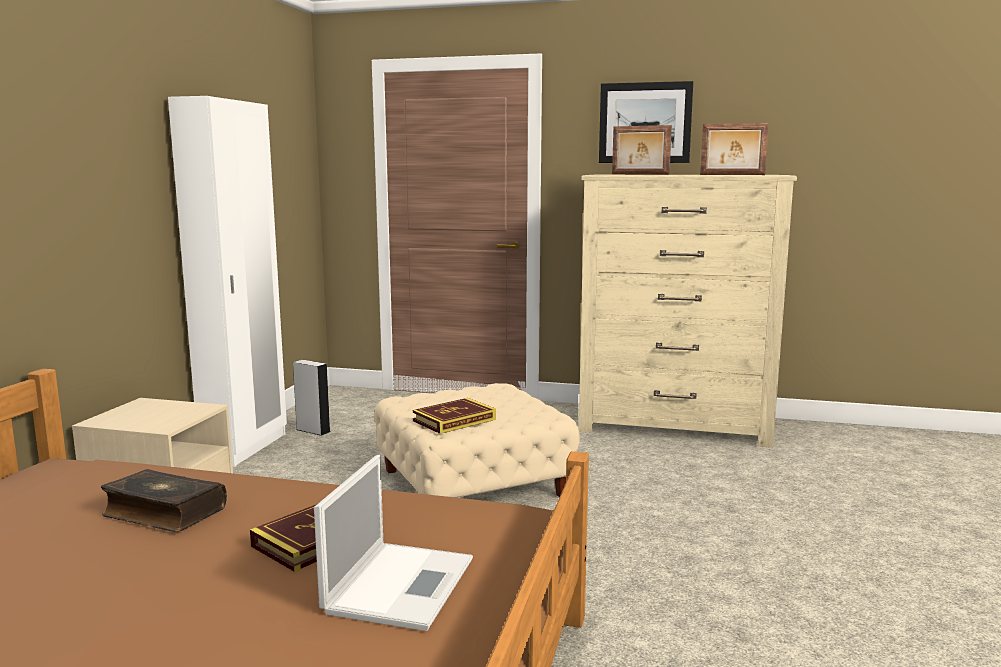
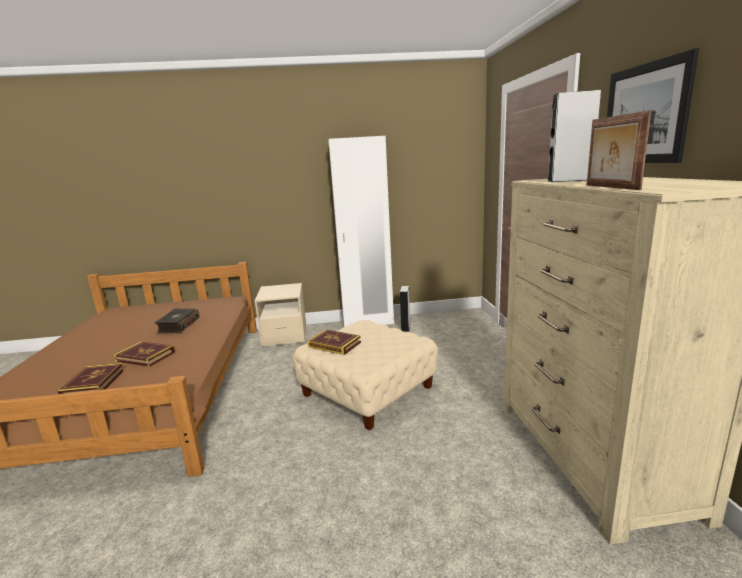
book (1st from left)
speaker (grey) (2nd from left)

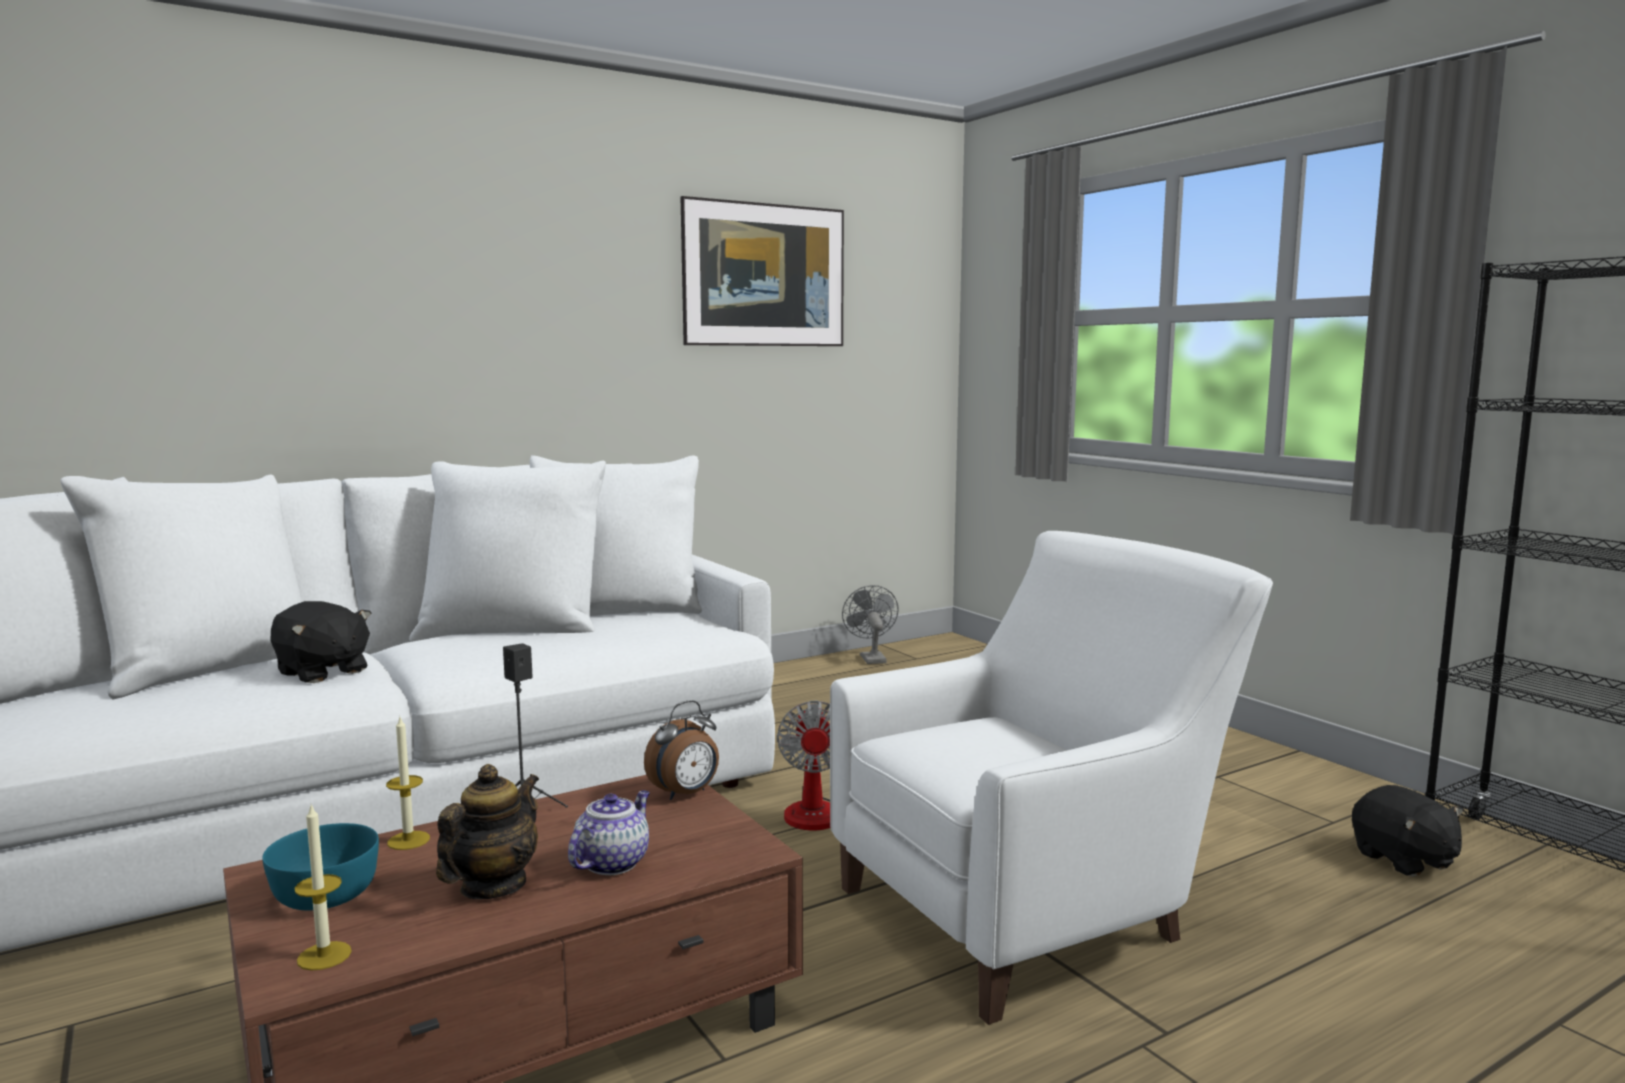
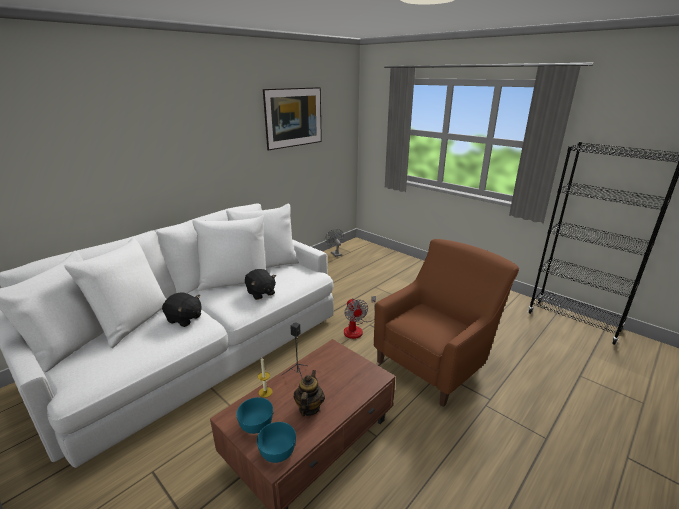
teapot (2nd from left in the first image)
alarm clock
plush toy (black) (2nd from left)
bowl (turquoise) (2nd from left)
armchair (brown)

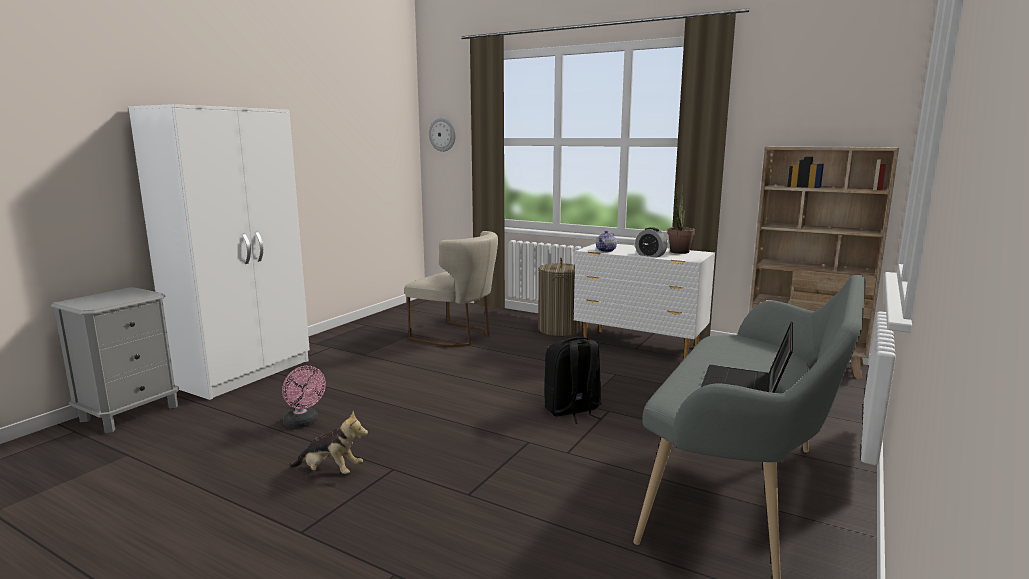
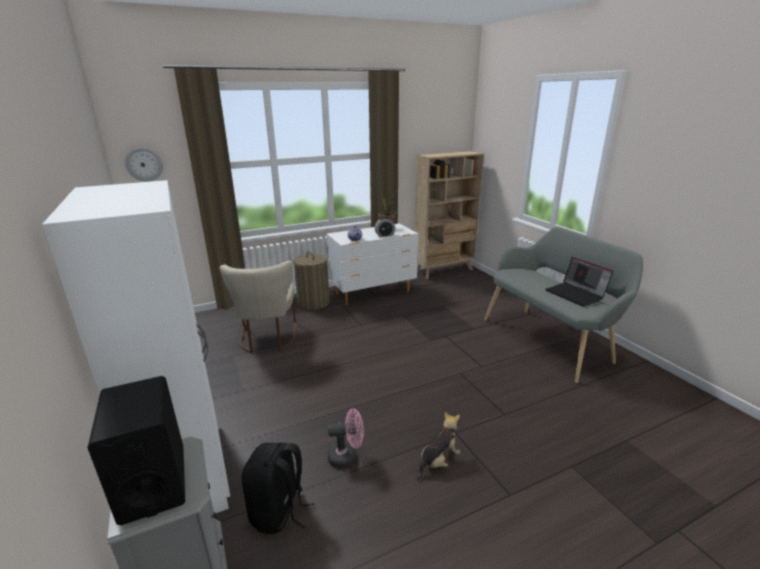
speaker (black)
backpack (black)
chair (beige)

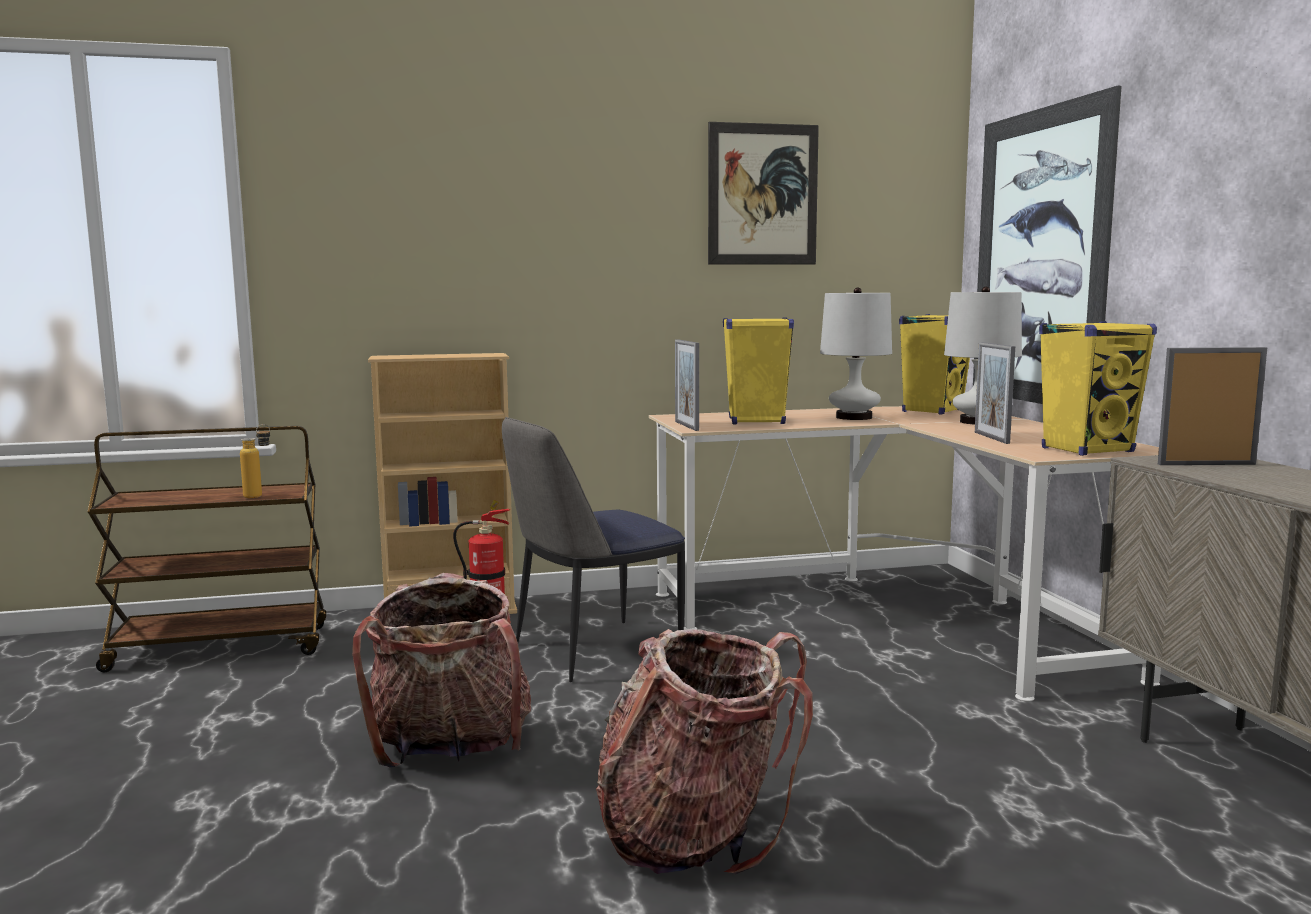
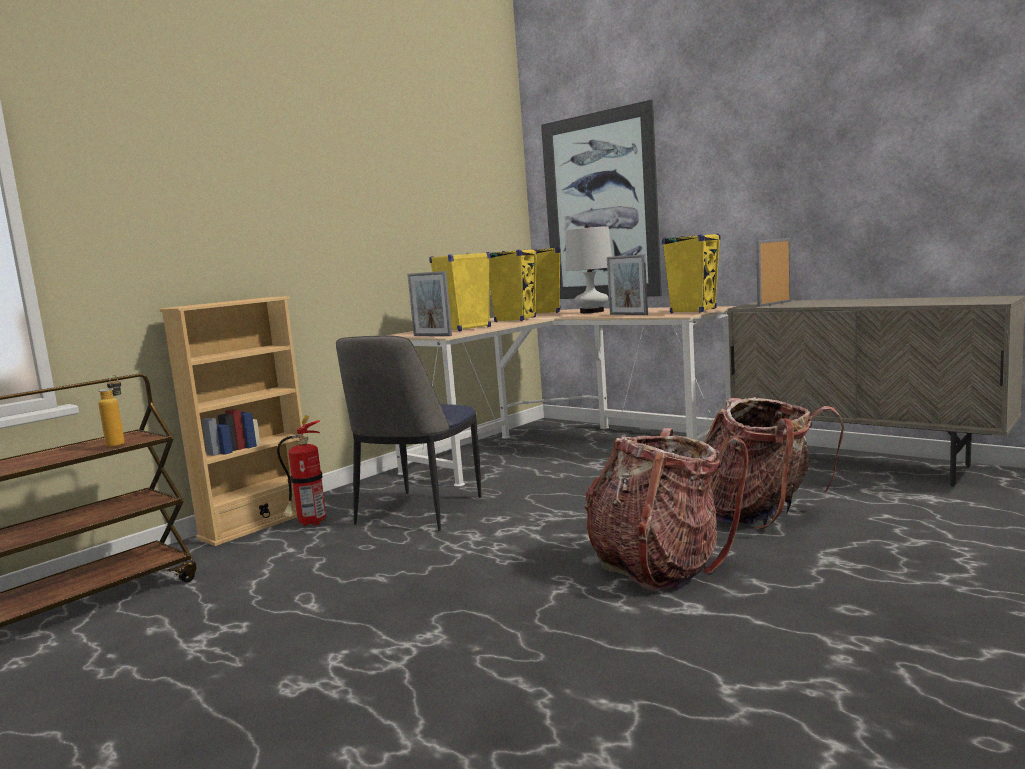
picture (1st from left in the first image)
backpack (2nd from left)
speaker (yellow) (2nd from left)

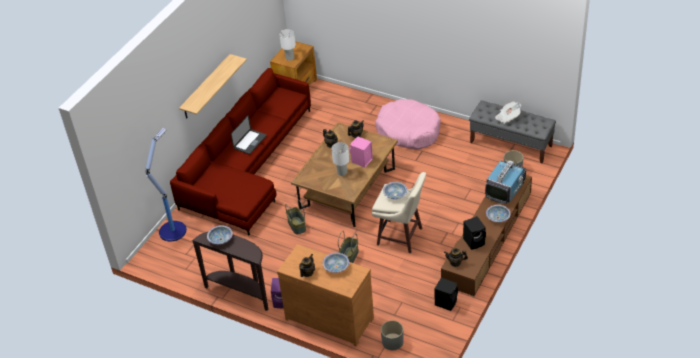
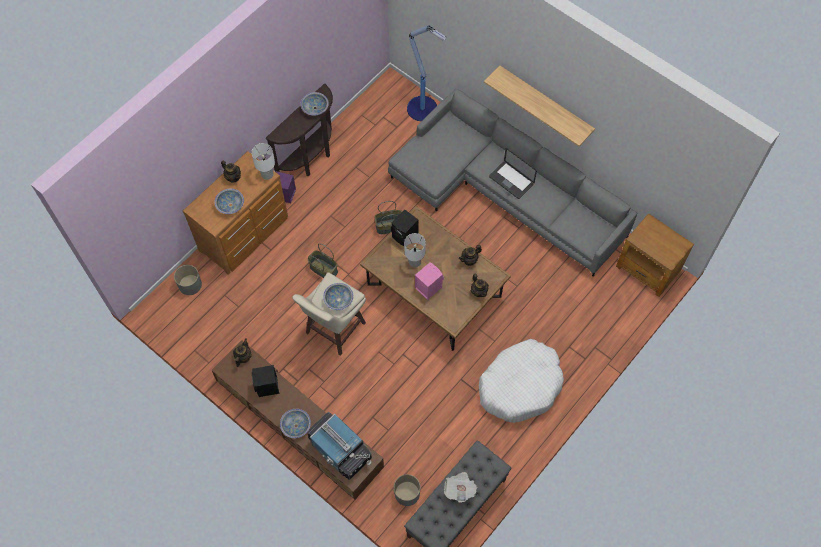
table lamp (white) (1st from left)
speaker (black) (2nd from left)
sofa (grey)
dog bed (white)

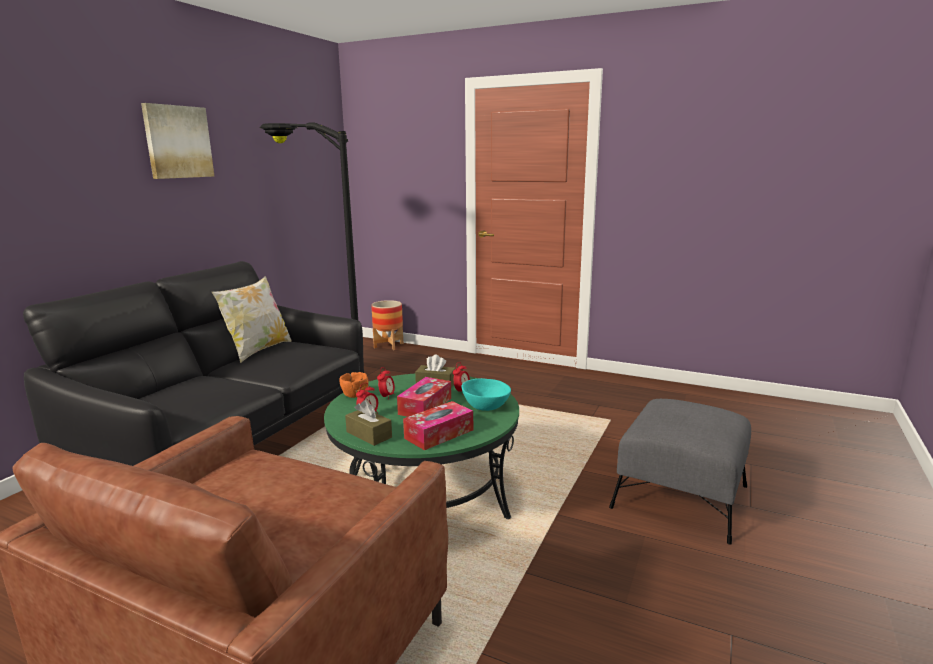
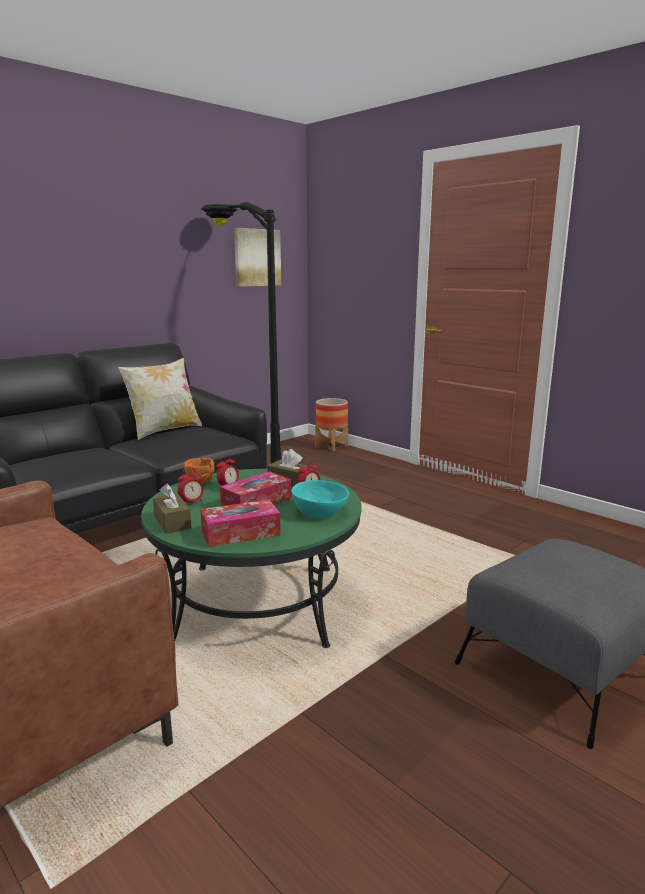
picture

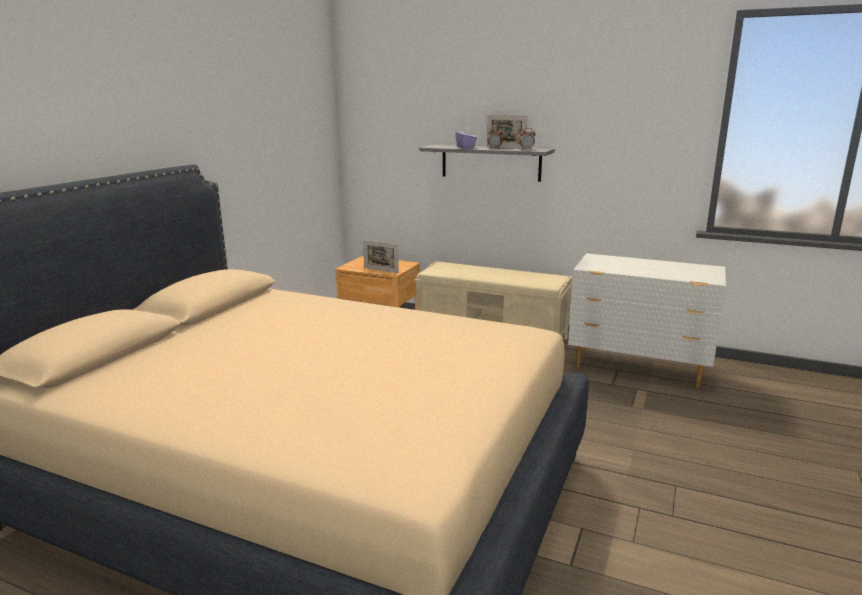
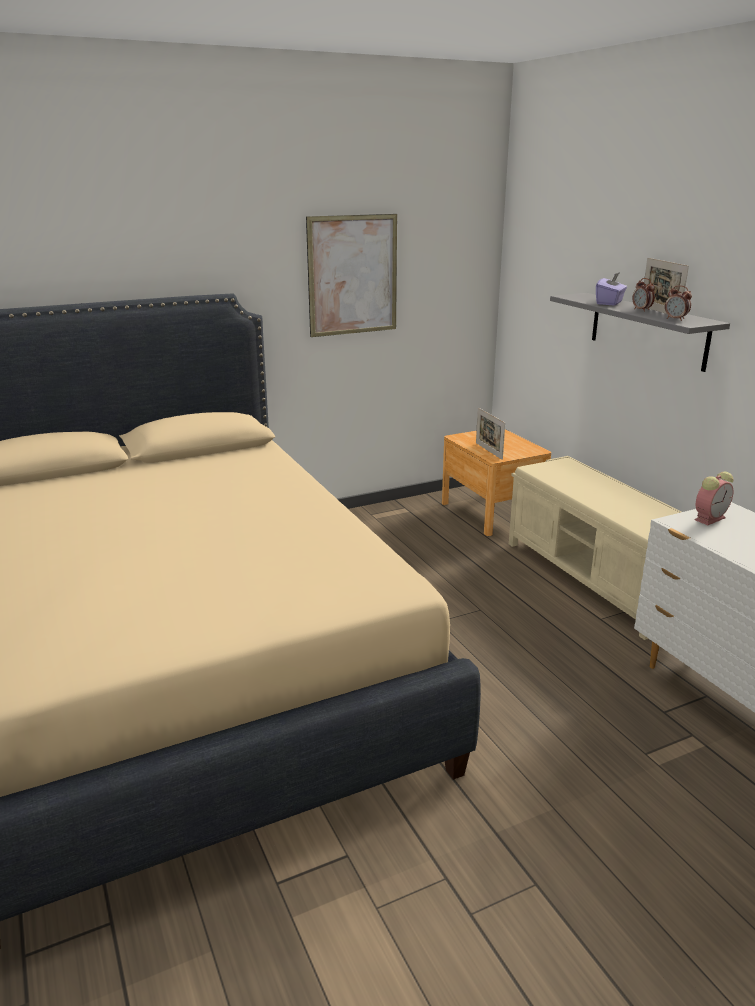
picture
alarm clock (3rd from left)

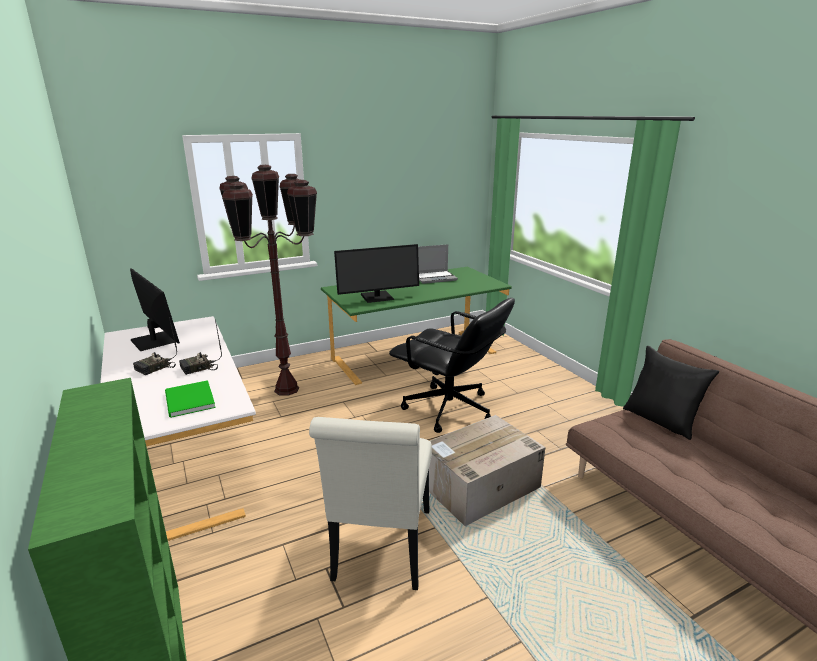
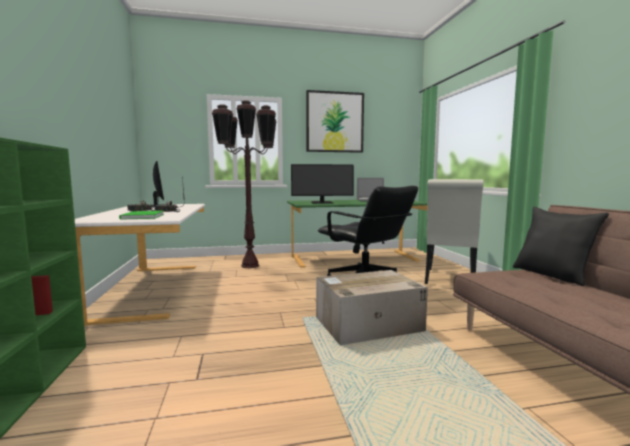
picture
chair (white)

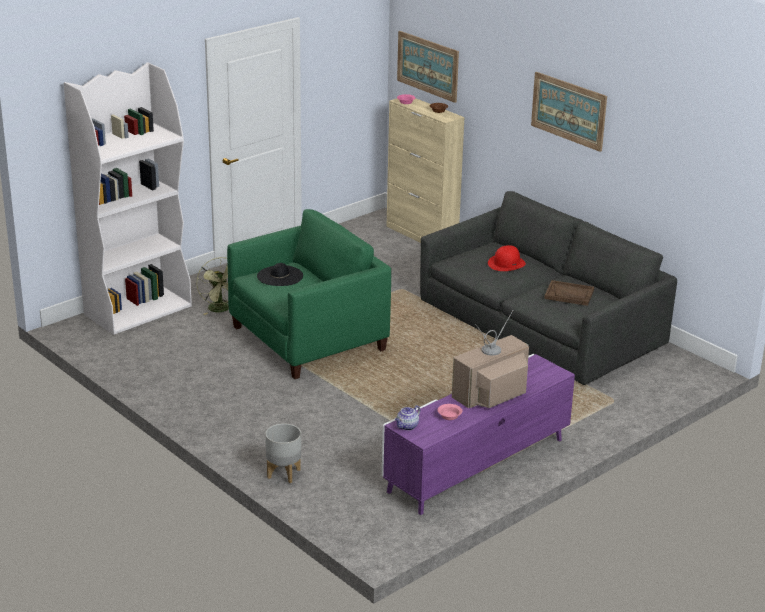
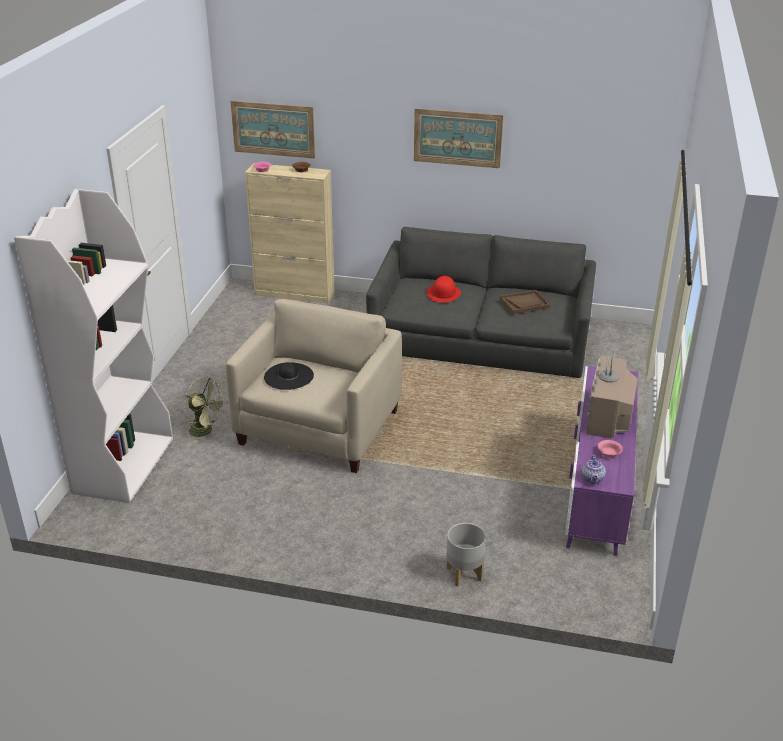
armchair (beige)

